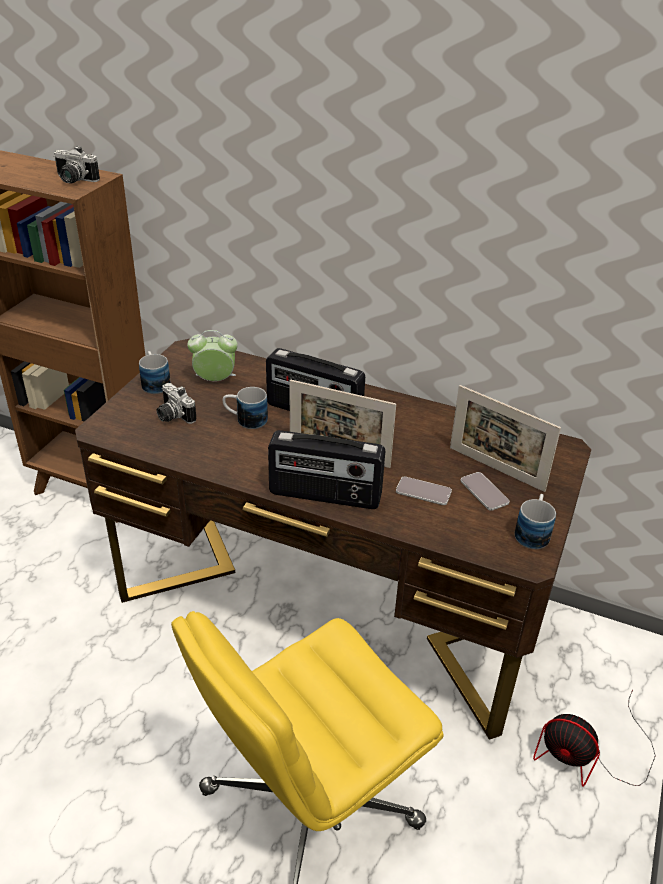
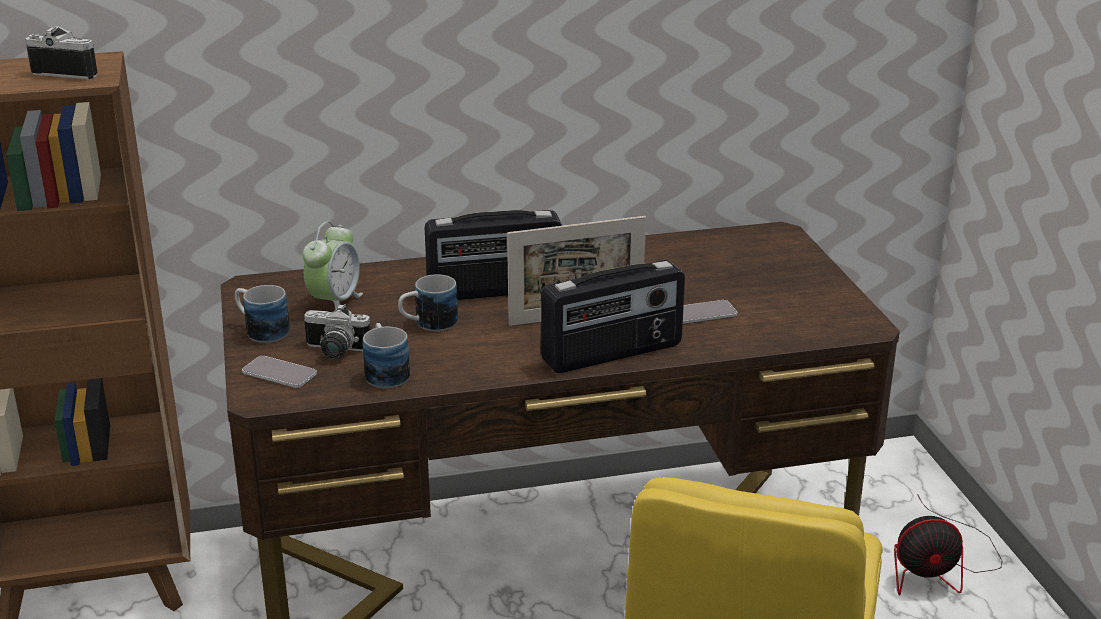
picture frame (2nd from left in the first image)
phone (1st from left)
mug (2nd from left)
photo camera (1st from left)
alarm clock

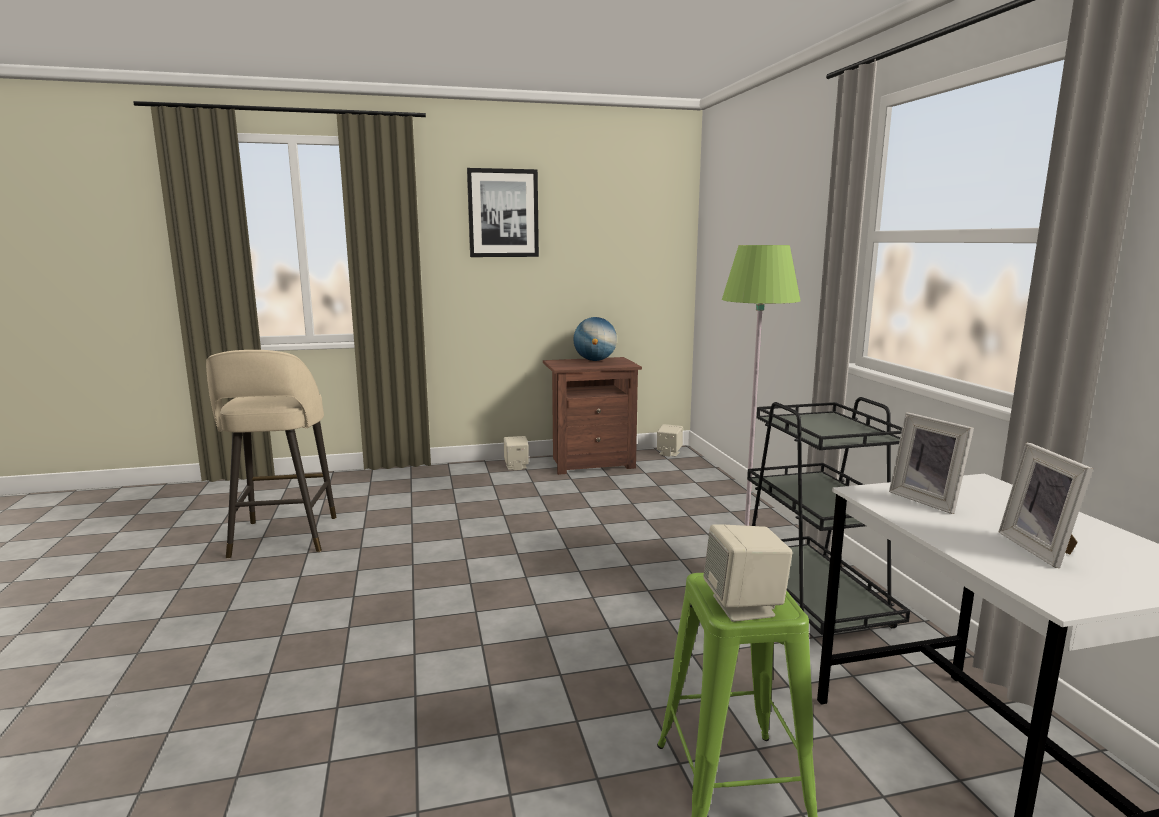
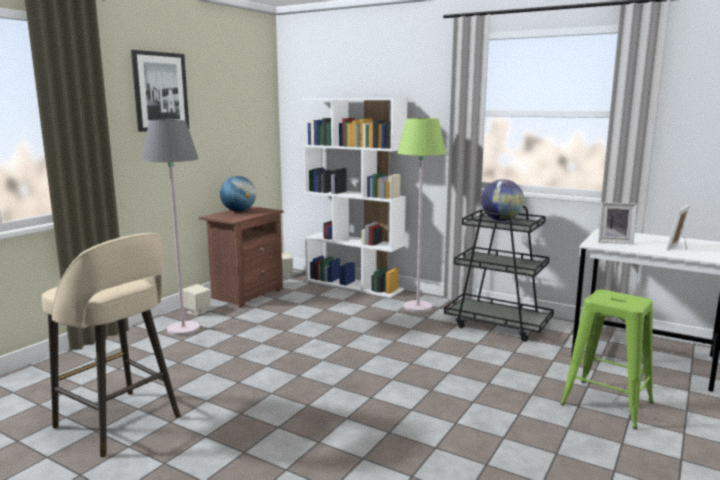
speaker (beige) (3rd from left in the first image)
floor lamp (grey)
bookcase (white)
globe (2nd from left)
picture frame (2nd from left)

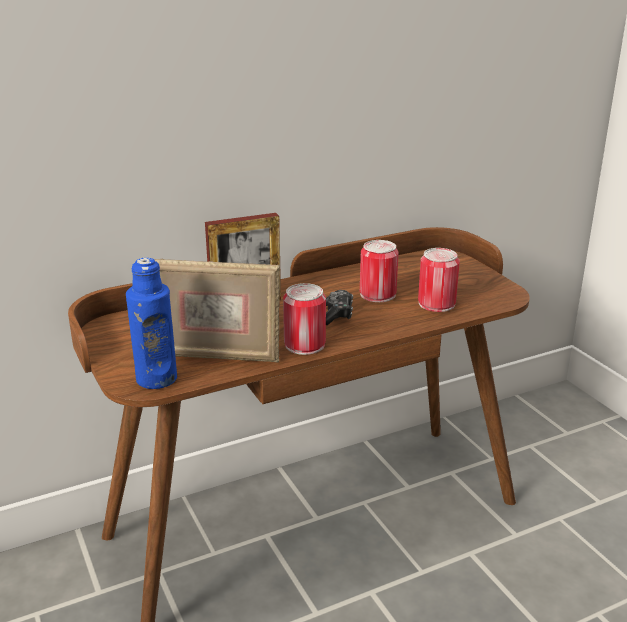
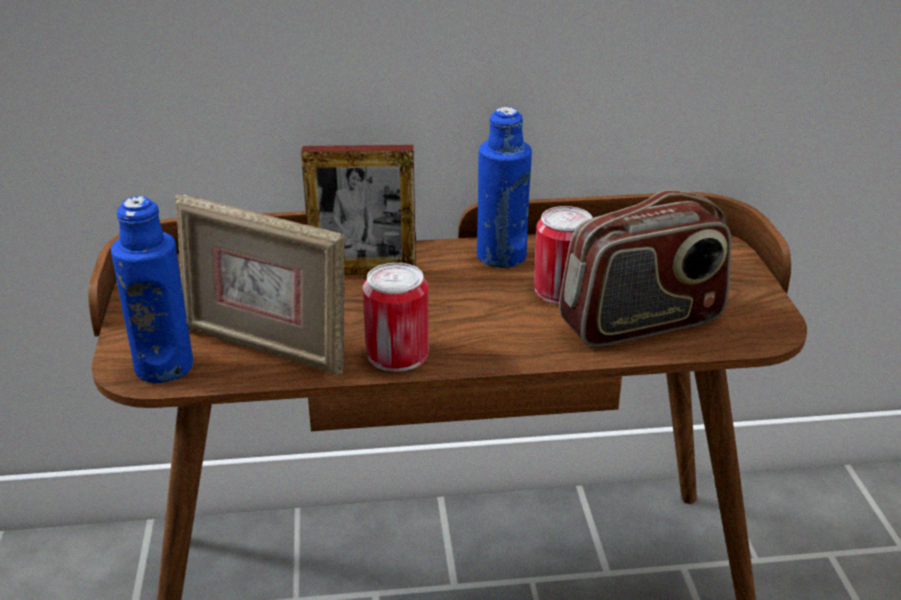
game controller
bottle (blue) (2nd from left)
radio

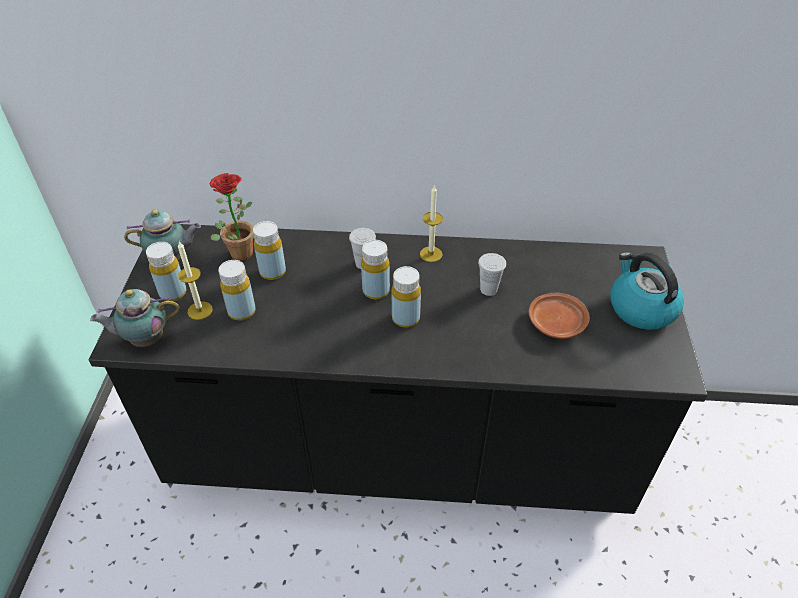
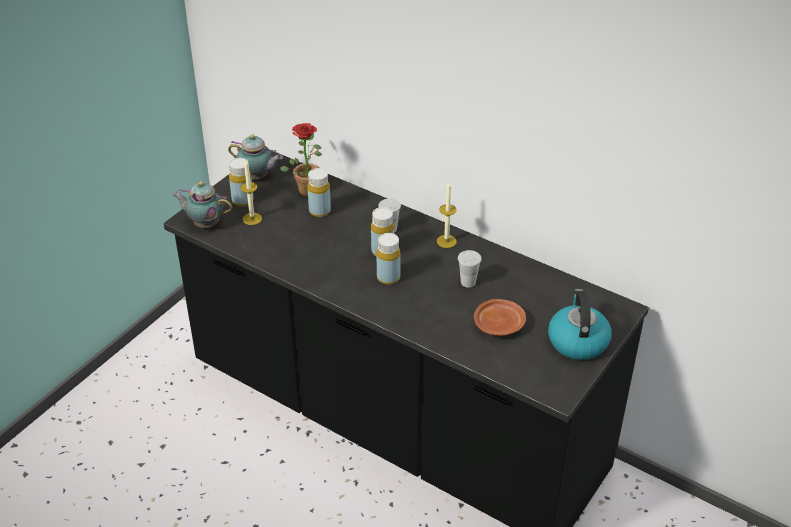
bottle (yellow) (2nd from left in the first image)

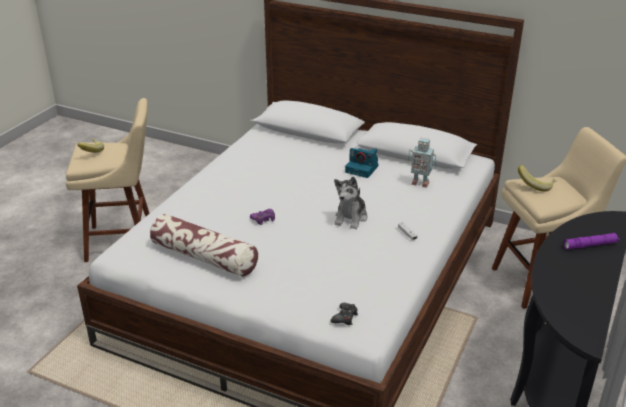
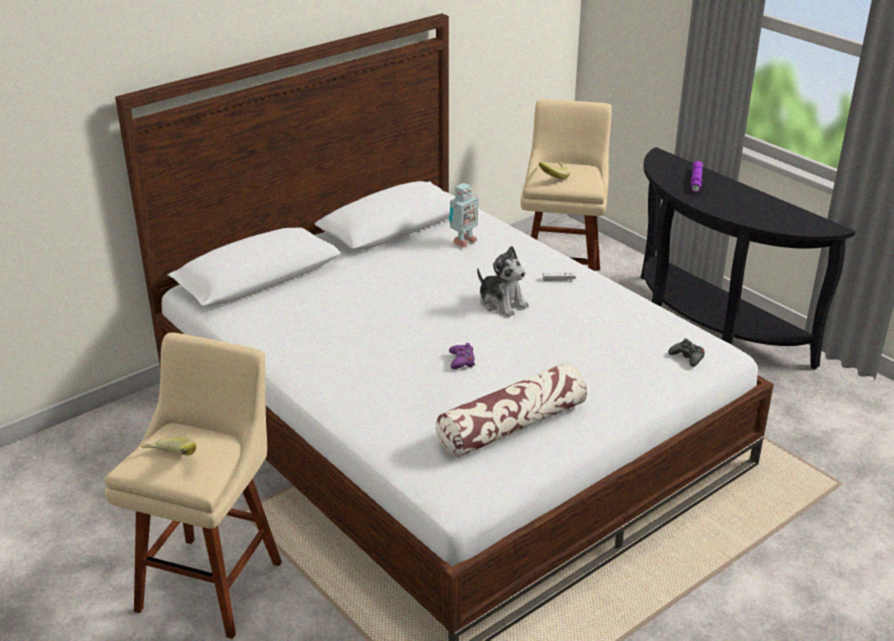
photo camera

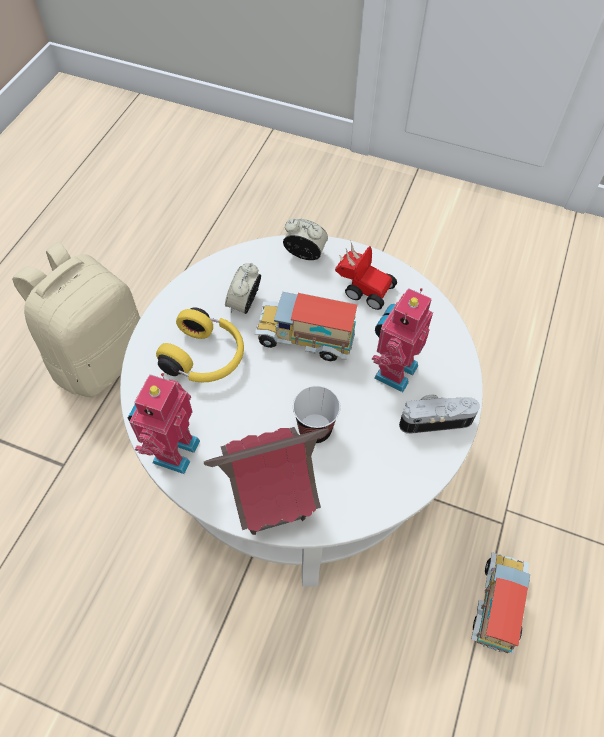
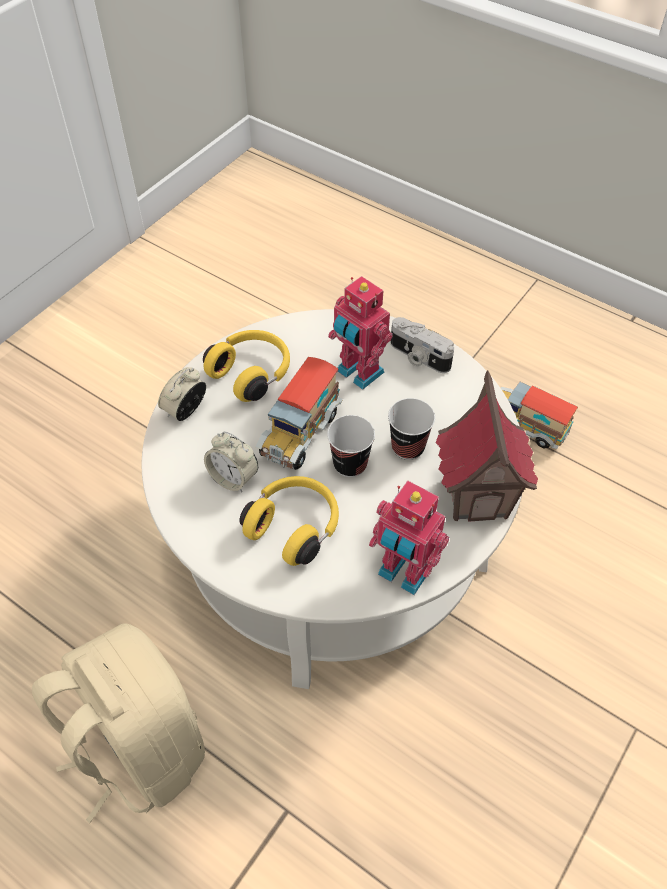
cup (1st from left)
headphones (yellow) (1st from left)
photo camera

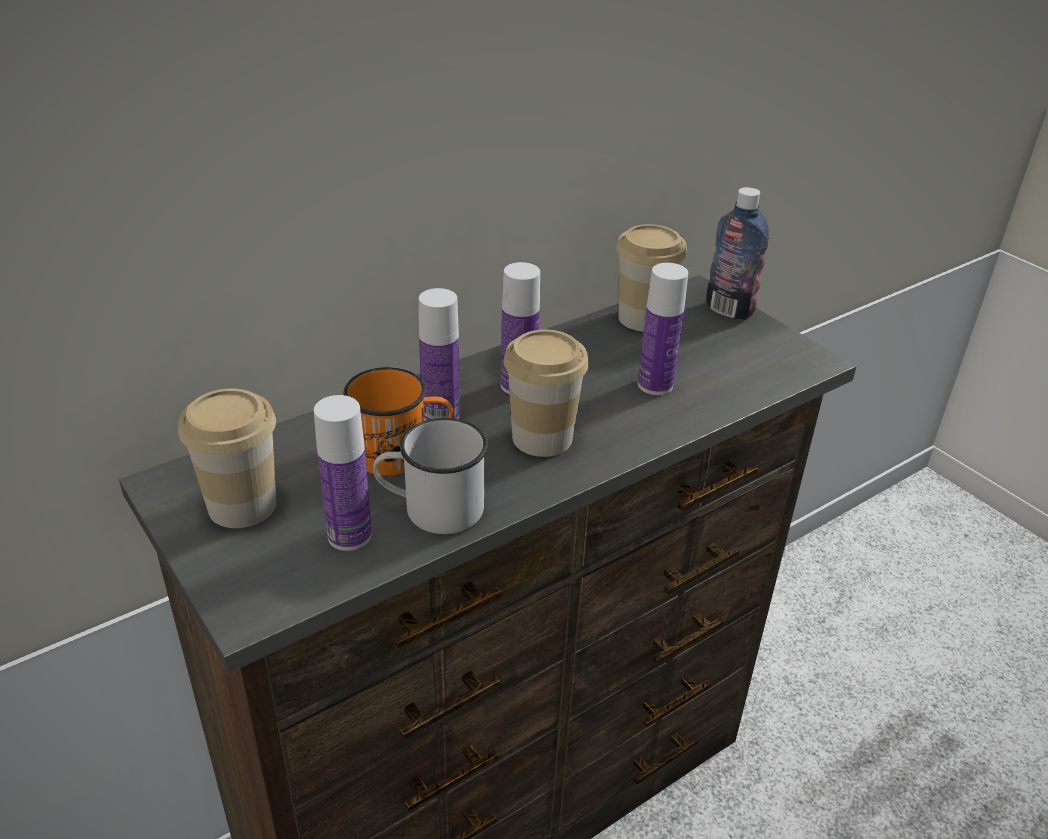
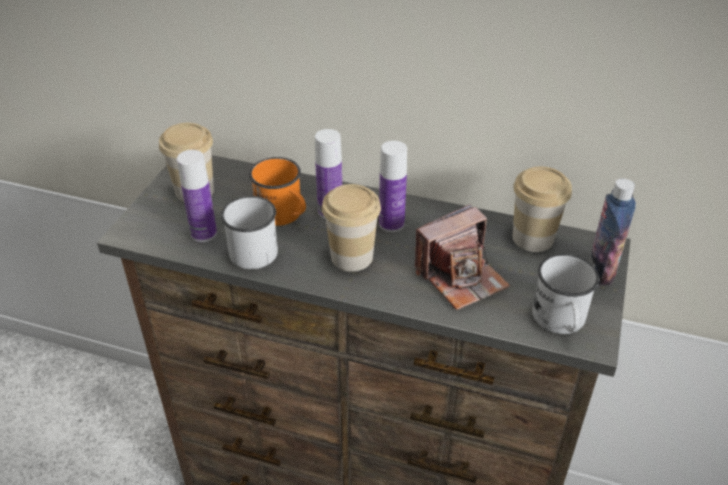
mug (white) (2nd from left)
photo camera

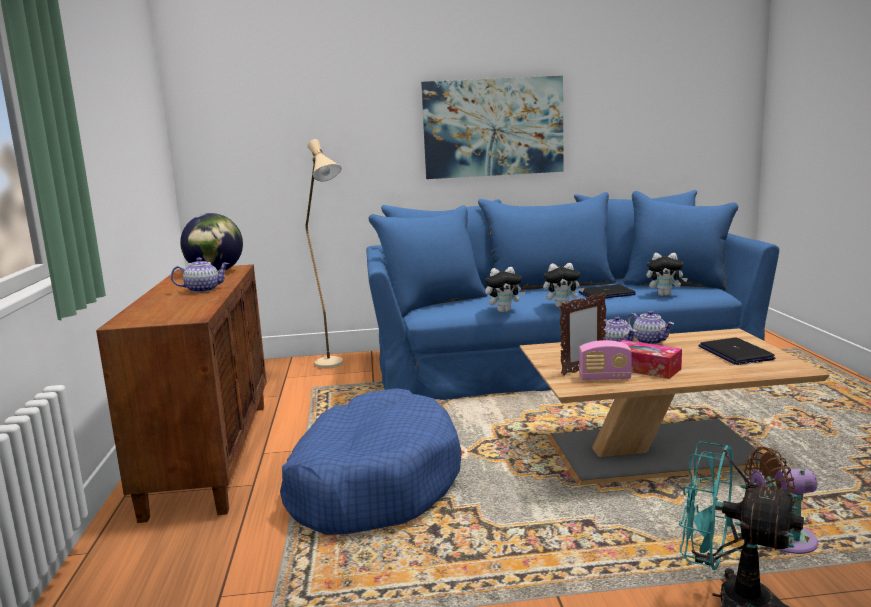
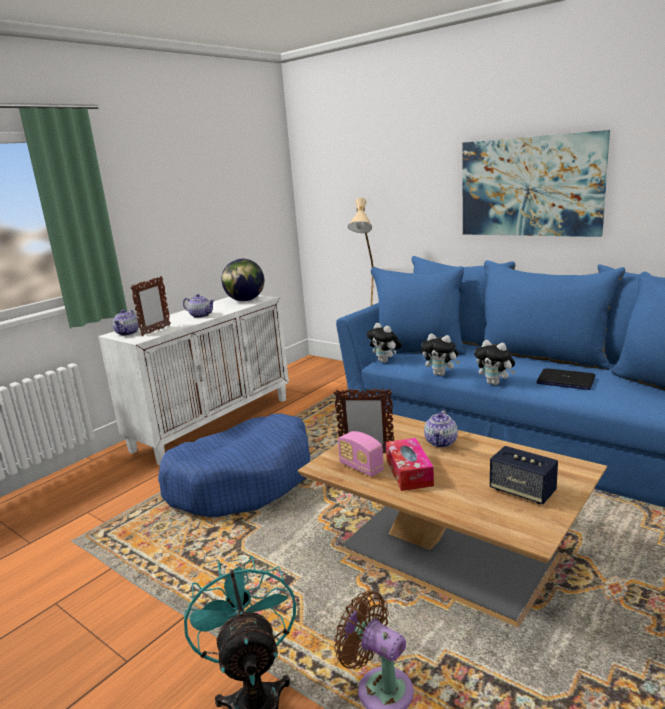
picture frame (1st from left)
teapot (1st from left)
plush toy (1st from left)
speaker
cabinet (white)

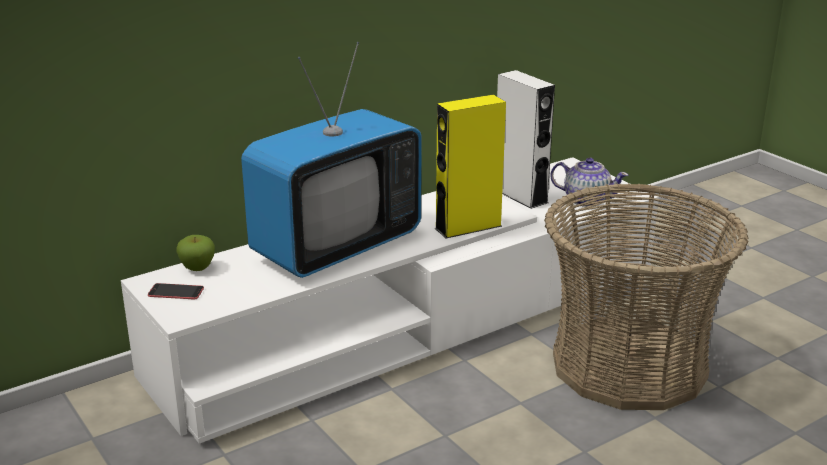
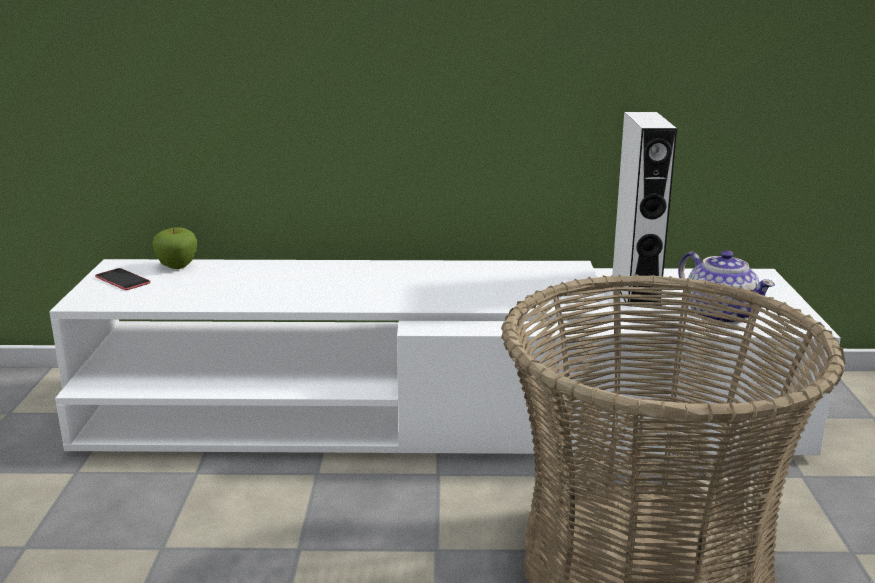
television
speaker (yellow)

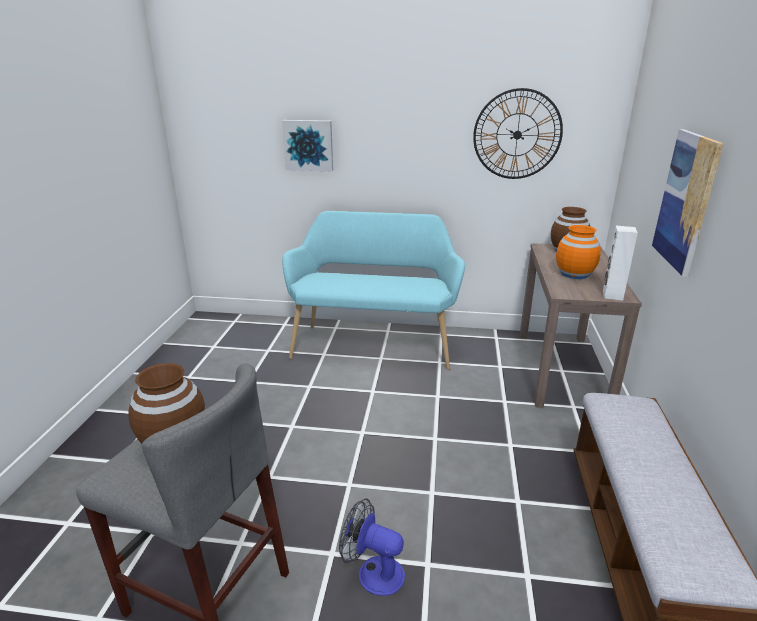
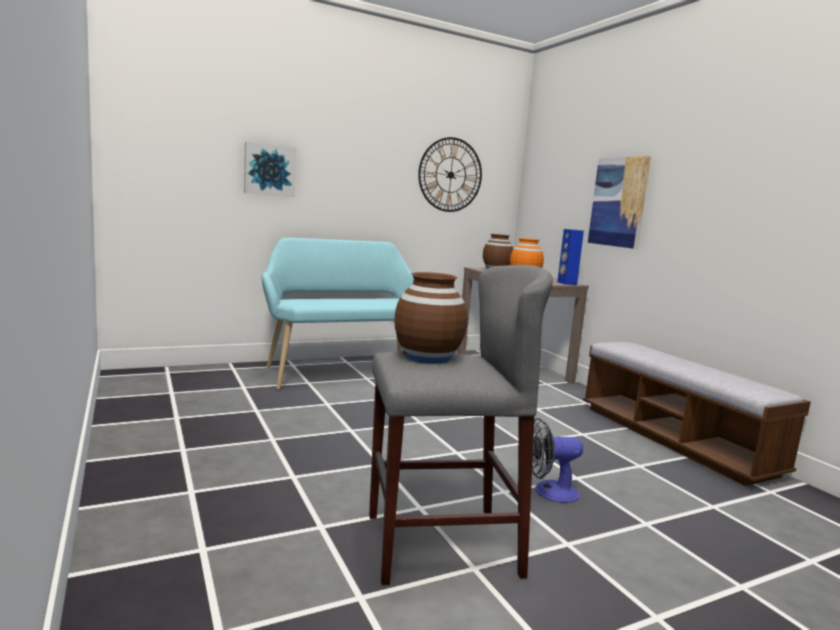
speaker (blue)

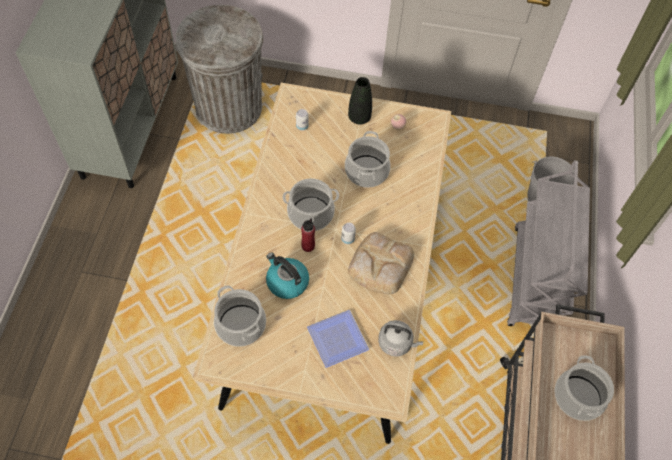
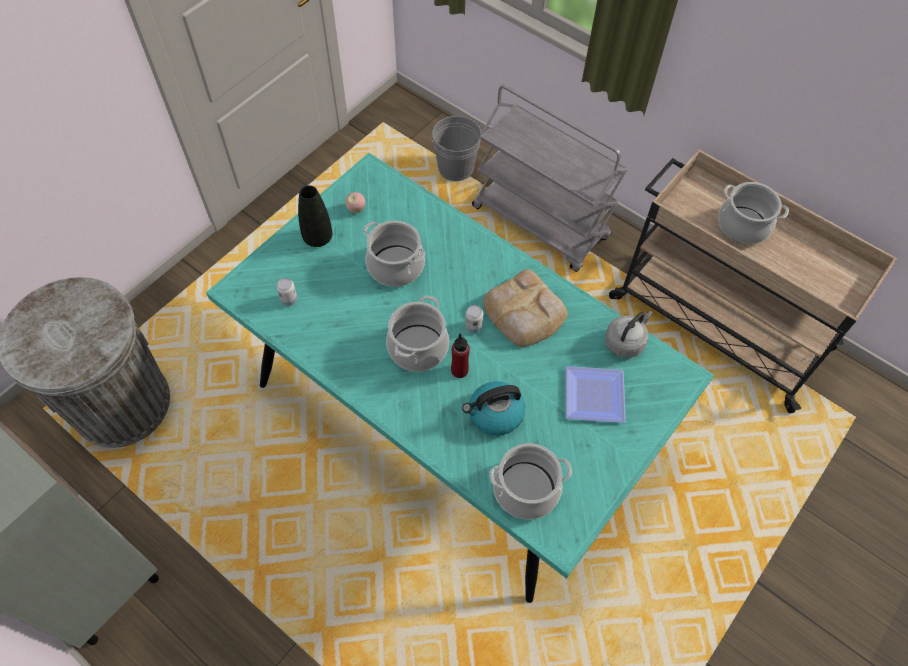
dining table (turquoise)

